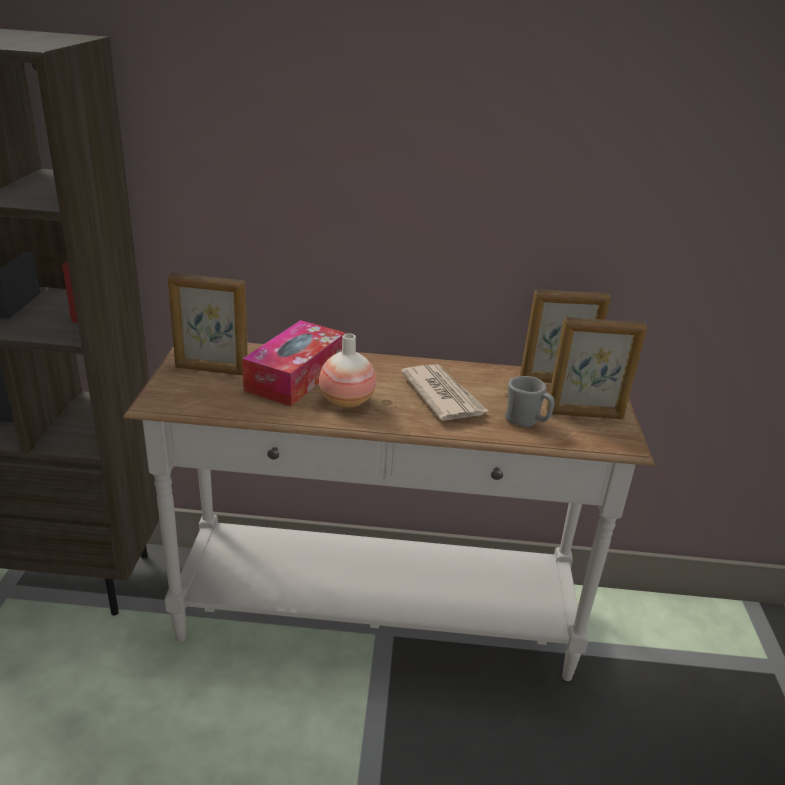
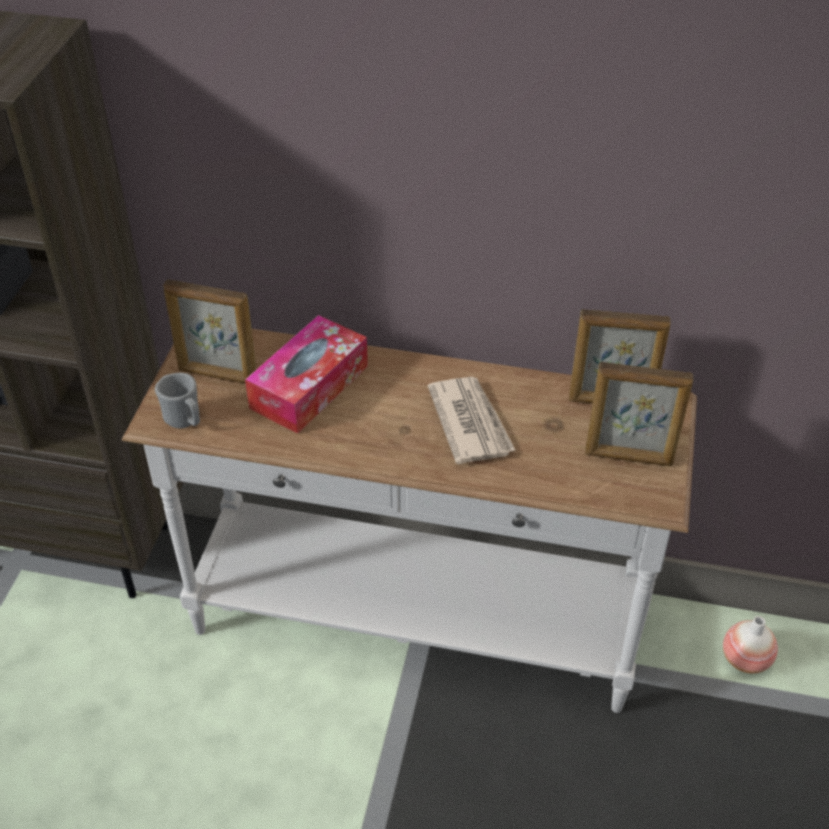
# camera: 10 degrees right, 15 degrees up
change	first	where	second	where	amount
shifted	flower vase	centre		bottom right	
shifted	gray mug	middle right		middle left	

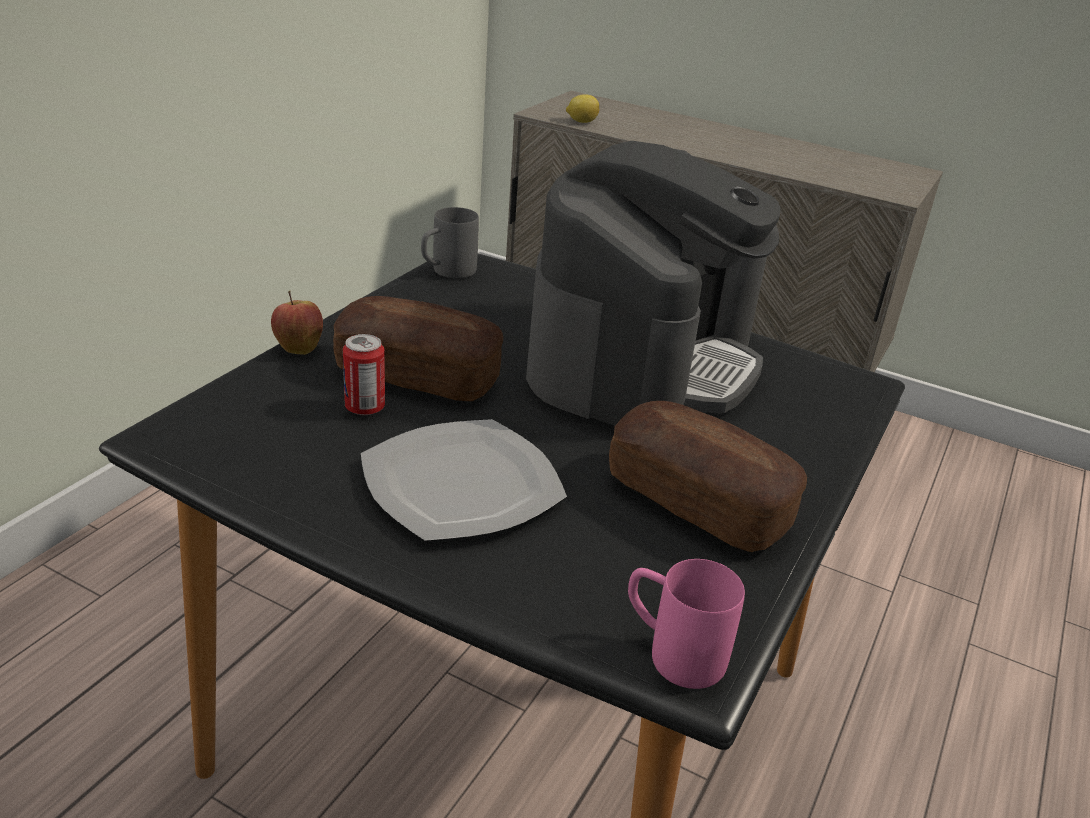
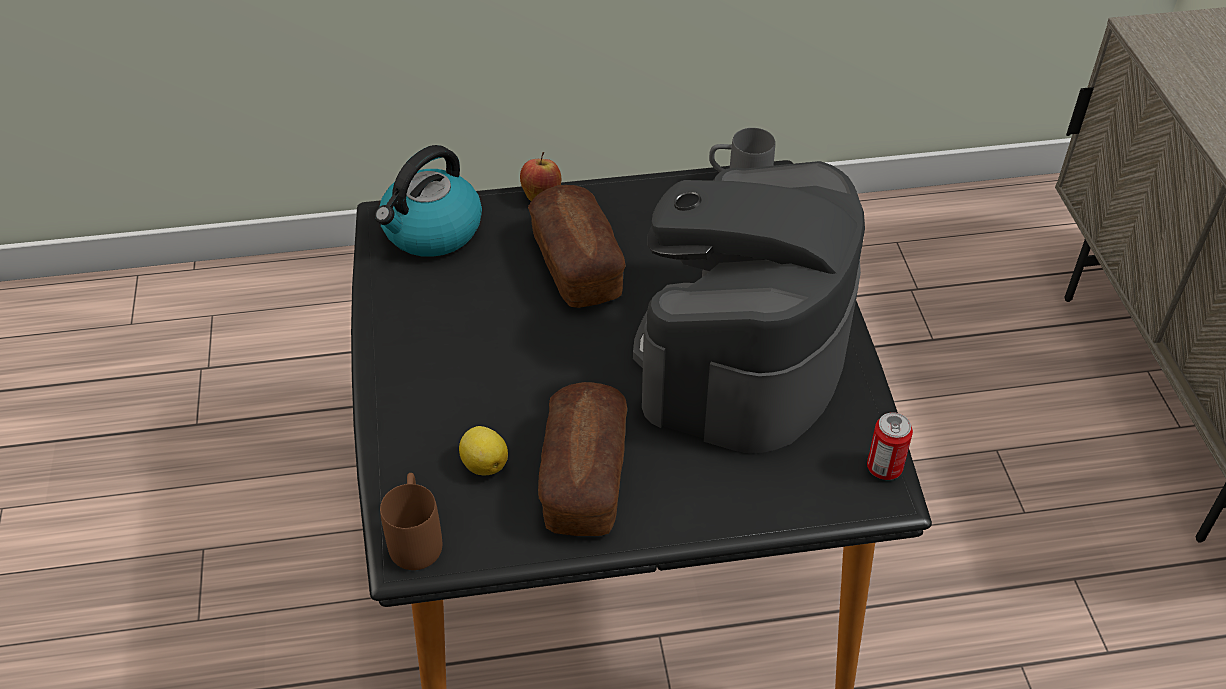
# camera: 55 degrees right, 15 degrees up
change	first	where	second	where	amount
shifted	sealed can	centre		middle right	
gone	dinner plate	centre			
rotated	coffee maker	centre		centre	120 degrees clockwise
shifted	whole lemon	top centre		centre	
repainted	pinkish mug	bottom centre	brown mug	bottom centre	
new			tea kettle	top centre	

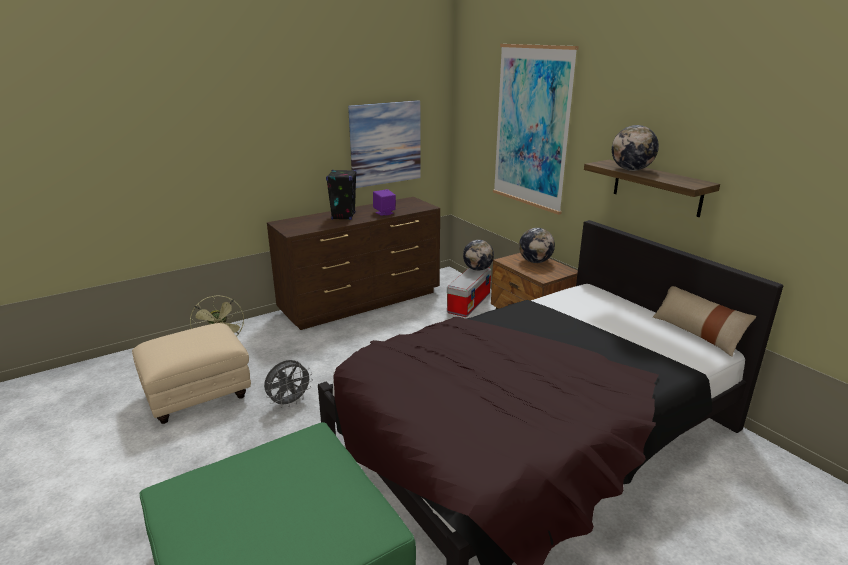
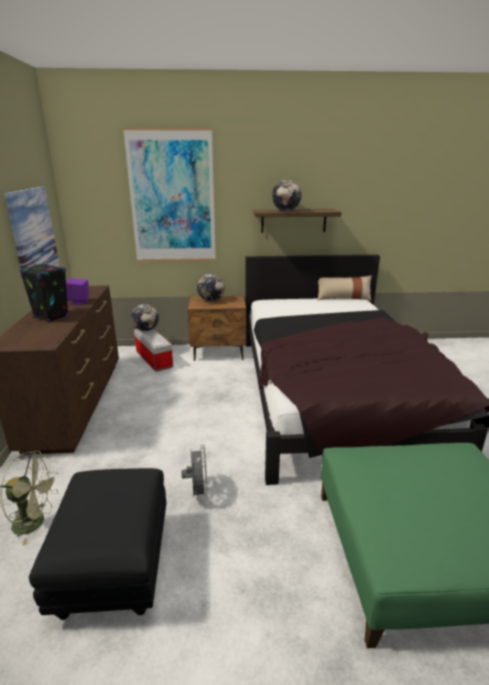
# camera: 60 degrees left, 0 degrees up
change	first	where	second	where	amount
repainted	sand-coloured footrest	middle left	black-coloured footrest	bottom left	

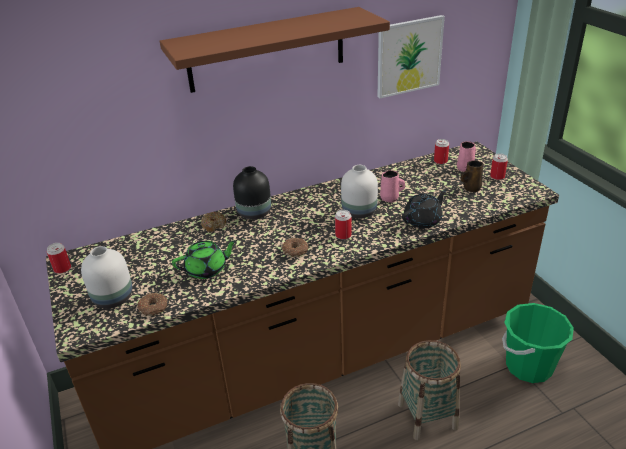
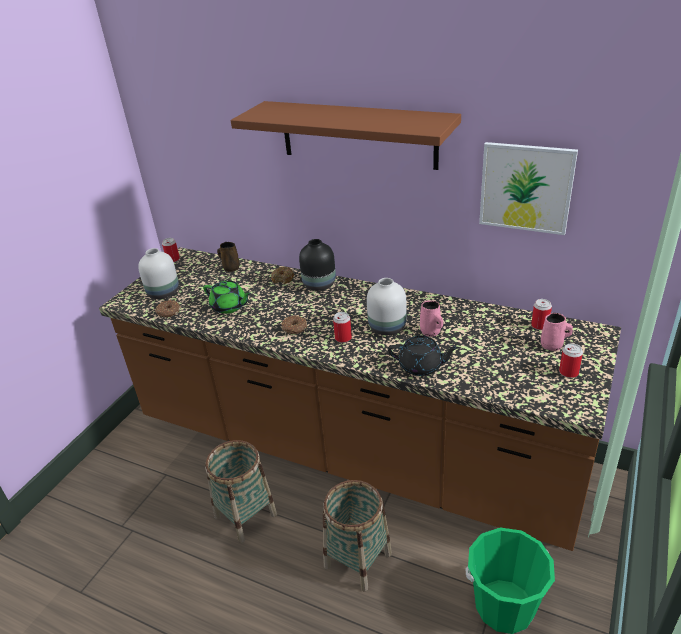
# camera: 50 degrees right, 0 degrees up
change	first	where	second	where	amount
shifted	brown mug	middle right		centre	

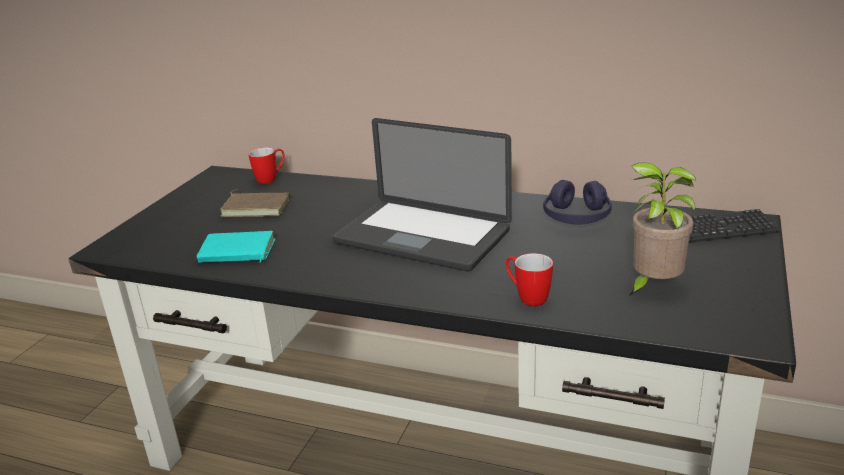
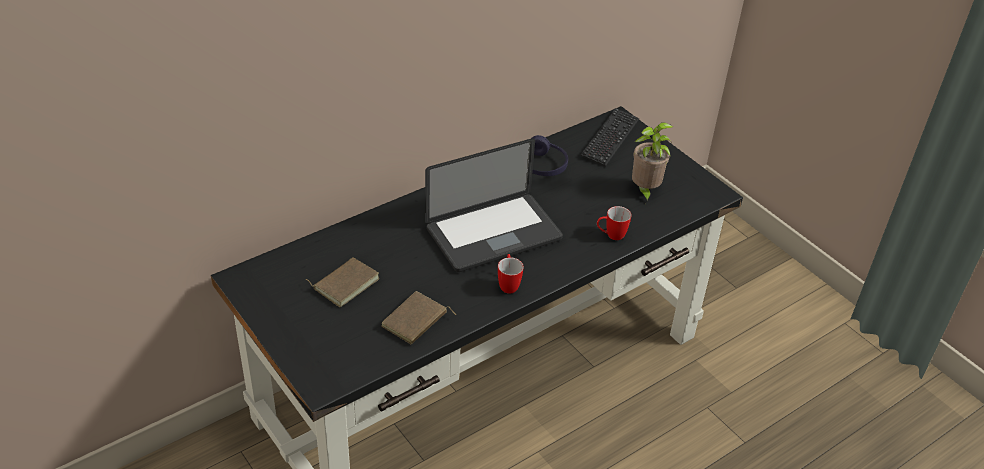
# camera: 60 degrees left, 15 degrees up
change	first	where	second	where	amount
repainted	blue-green bound book	middle left	brown bound book (no. 2 from left)	bottom centre	
shifted	mug (no. 1 from left)	middle left		centre	

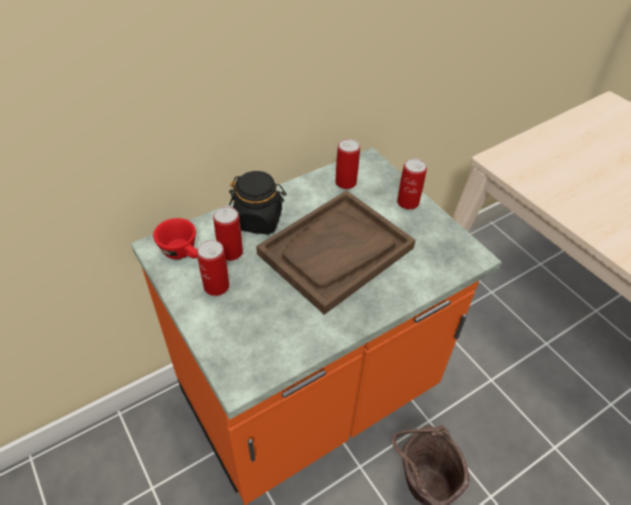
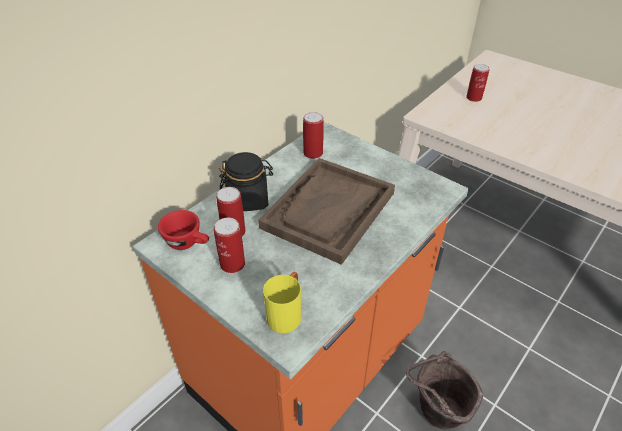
# camera: 15 degrees left, 5 degrees down
change	first	where	second	where	amount
shifted	sealed can (no. 4 from left)	centre		top right	
new			yellow mug	bottom centre	

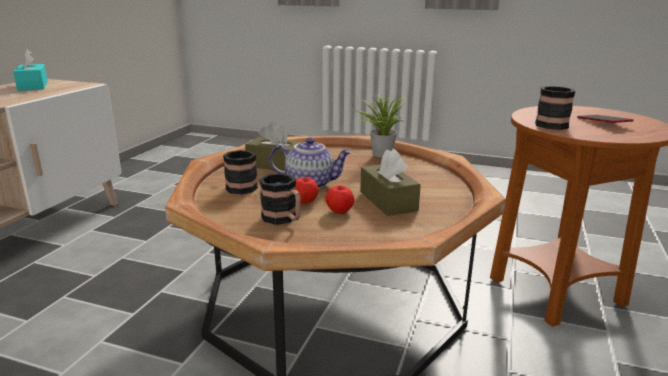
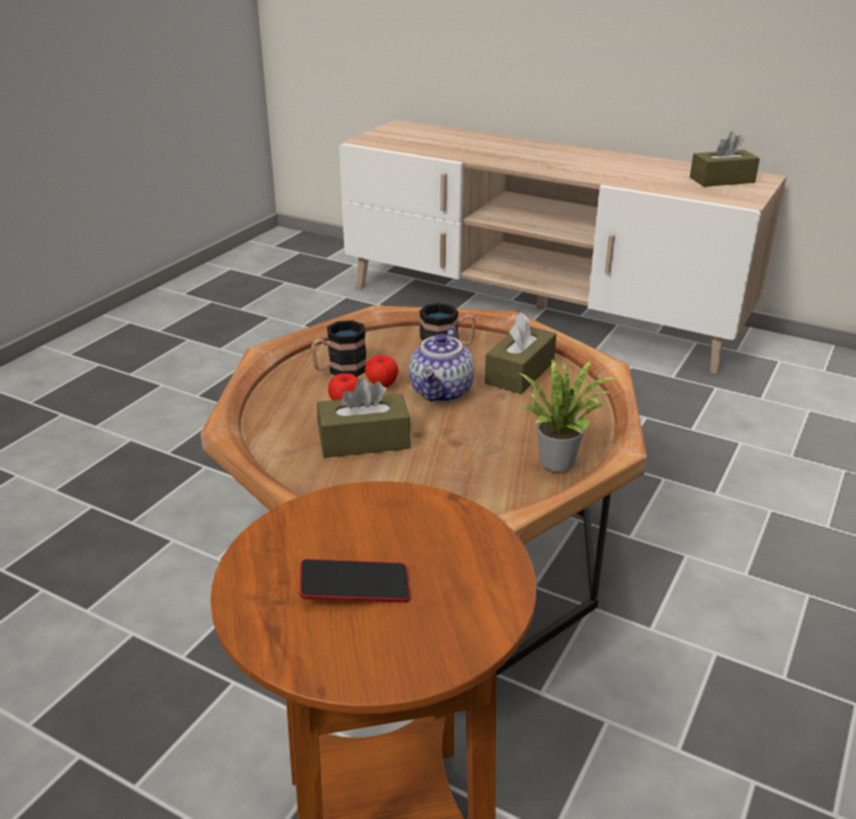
# camera: 100 degrees right, 10 degrees up
change	first	where	second	where	amount
repainted	blue-green tissue box	top left	brown tissue box (no. 3 from left)	top right	
gone	mug (no. 3 from left)	top right			

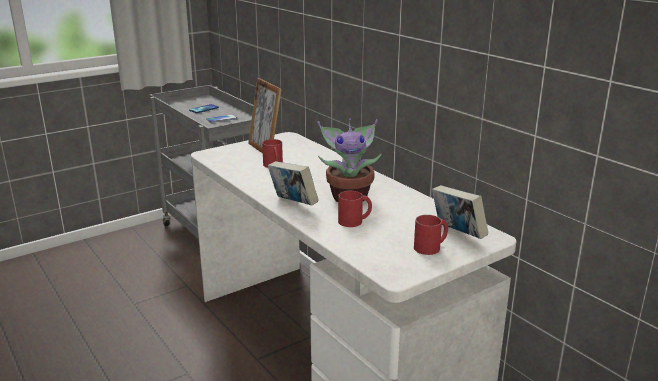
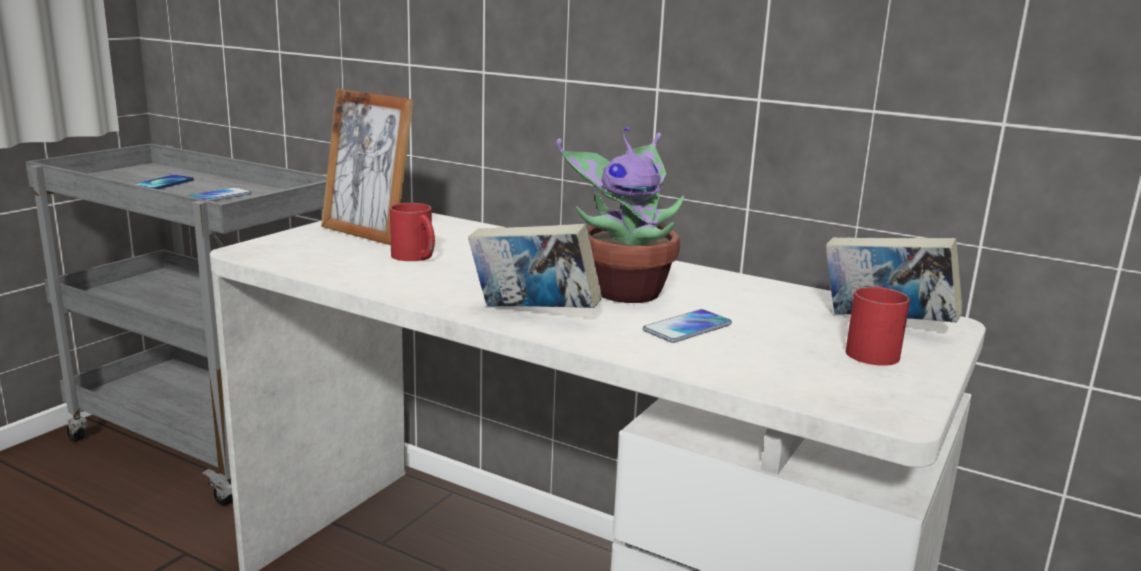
# camera: 25 degrees left, 5 degrees down
change	first	where	second	where	amount
swapped	red mug (no. 2 from left)	centre	handset (no. 3 from left)	centre	

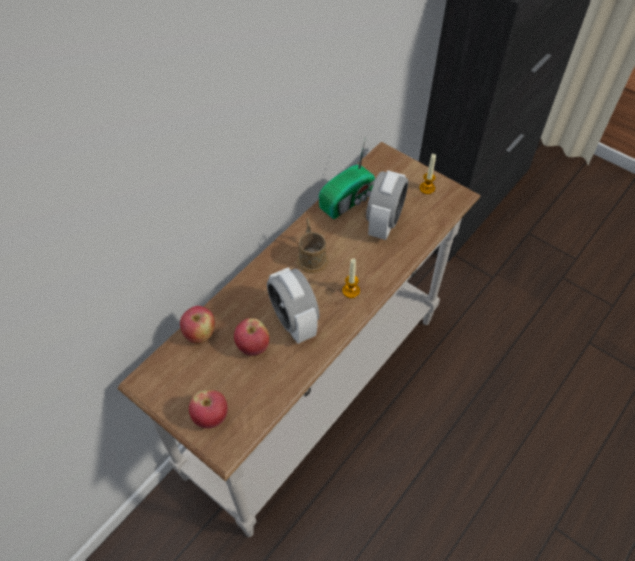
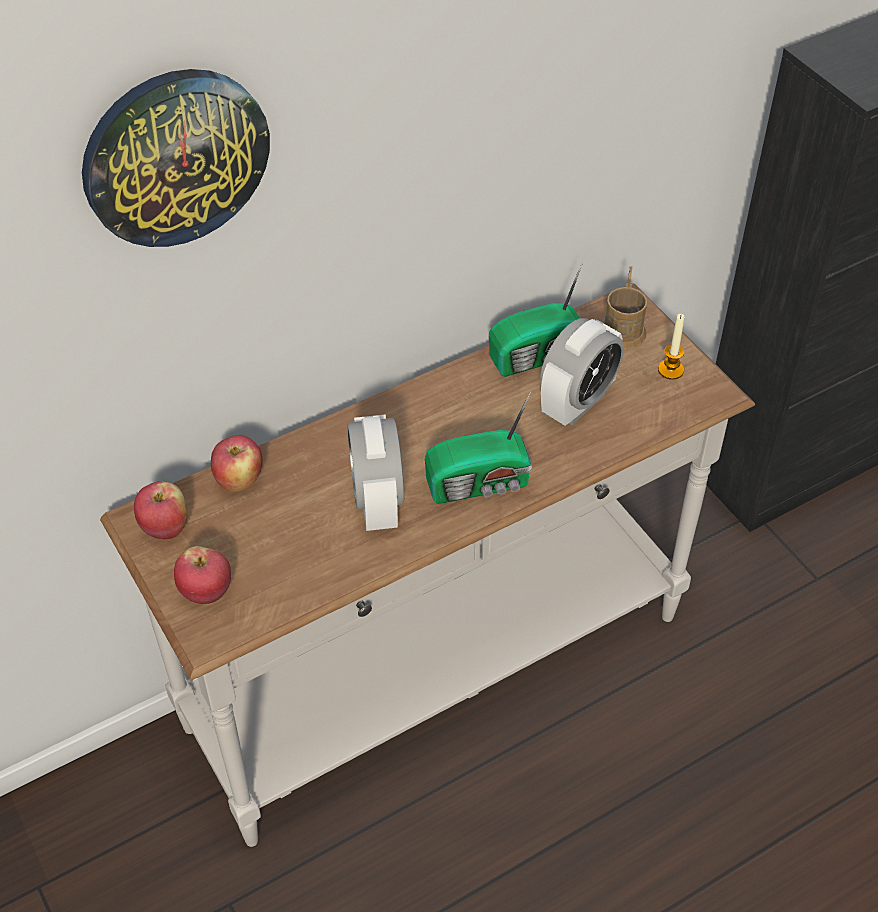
# camera: 20 degrees right, 5 degrees down
change	first	where	second	where	amount
shifted	apple fruit (no. 3 from left in the first image)	centre	apple fruit (no. 1 from left)	middle left	
shifted	brown mug	centre		middle right	
swapped	candle (no. 1 from left)	centre	radio (no. 1 from left)	centre	
new			wall clock	top left	

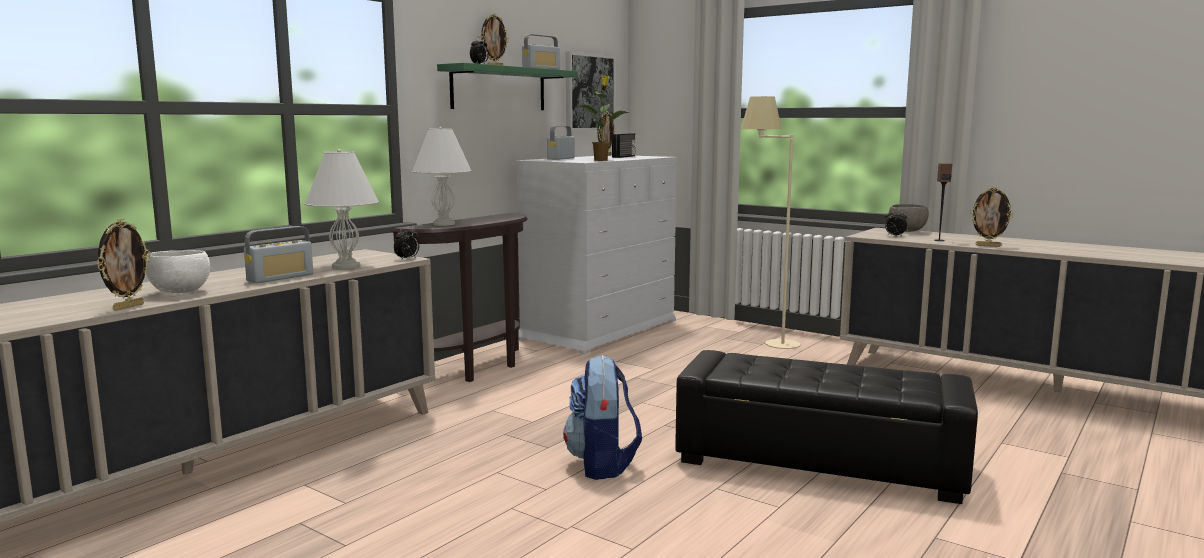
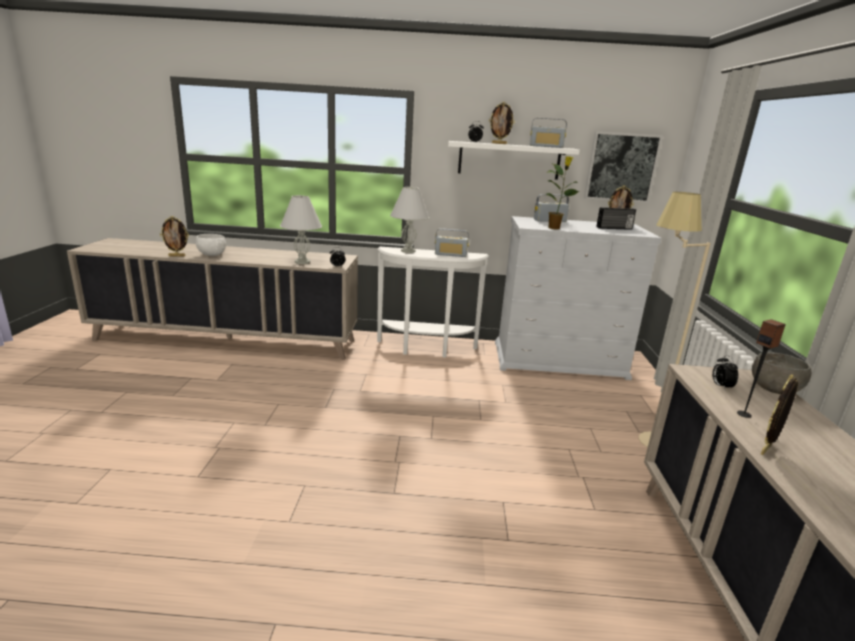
# camera: 55 degrees right, 10 degrees up
change	first	where	second	where	amount
shifted	radio (no. 1 from left)	middle left		centre	
repainted	brown narrow table	centre	white narrow table	centre	
repainted	greenish shelf	top centre	white shelf	top centre	
gone	backpack	bottom centre			
gone	black-coloured footrest	bottom right			
rotated	picture frame (no. 4 from left)	middle right		middle right	60 degrees clockwise

